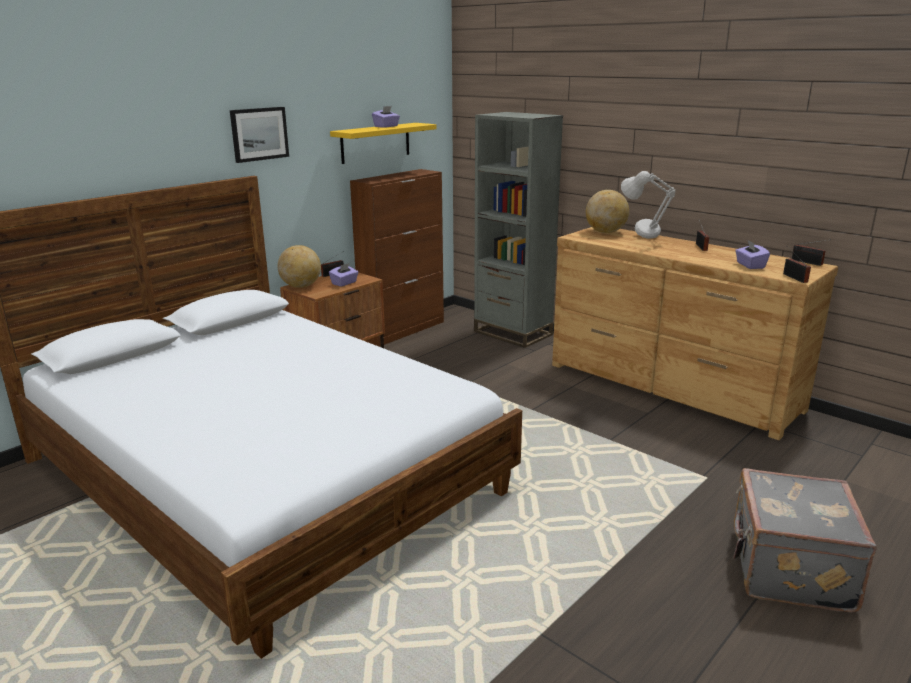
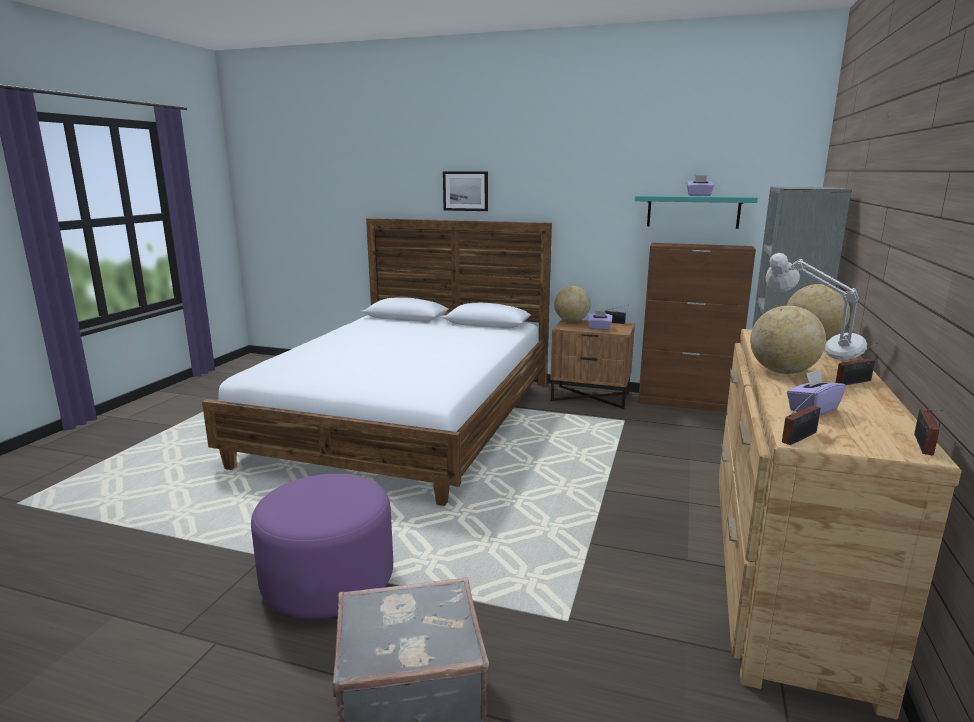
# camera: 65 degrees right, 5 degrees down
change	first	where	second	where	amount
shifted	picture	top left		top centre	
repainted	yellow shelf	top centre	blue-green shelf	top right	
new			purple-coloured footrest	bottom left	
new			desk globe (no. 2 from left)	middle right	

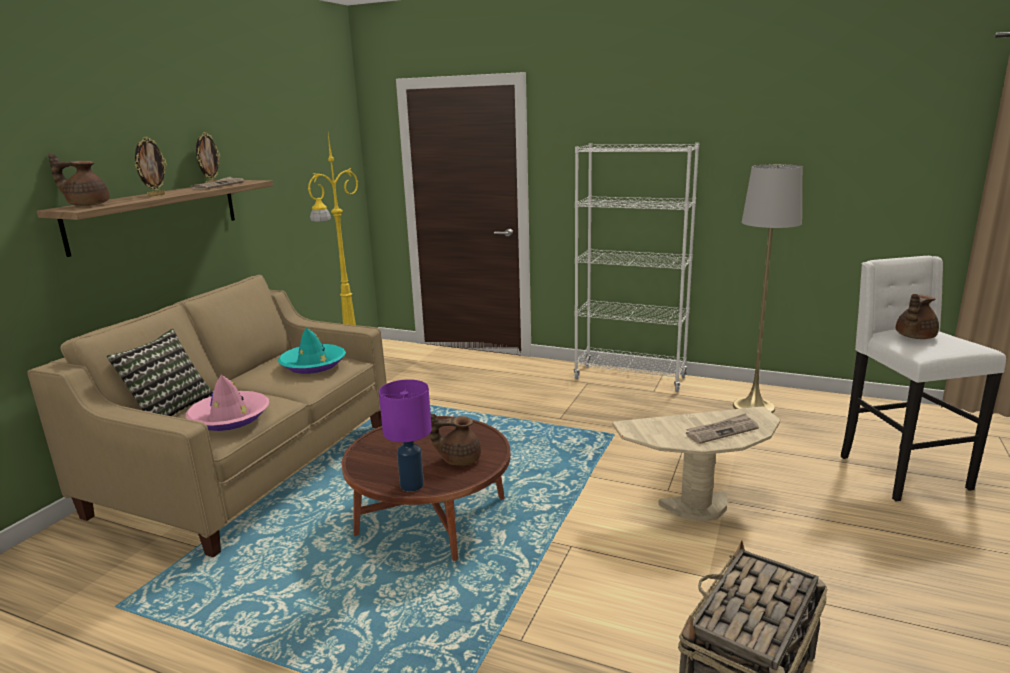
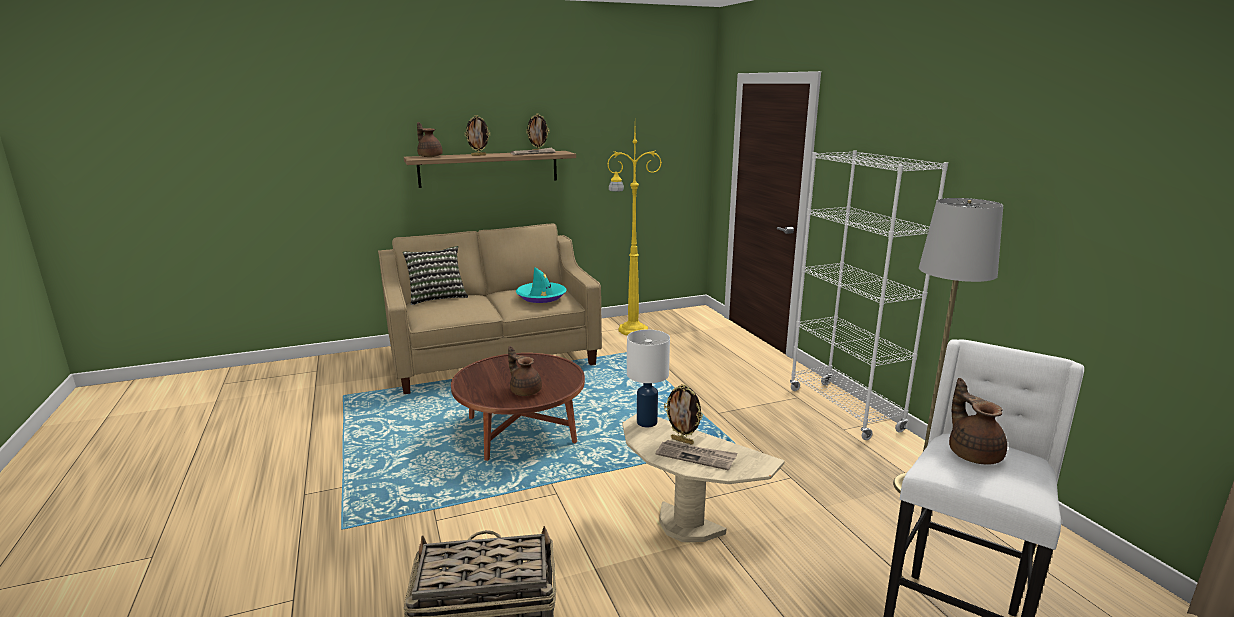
# camera: 45 degrees right, 0 degrees up
change	first	where	second	where	amount
gone	pinkish hat	middle left			
gone	purple-coloured tabletop lamp	centre			
rotated	brown tea pot (no. 3 from left)	middle right		bottom right	75 degrees clockwise
new			white tabletop lamp	centre	
new			picture frame (no. 3 from left)	bottom centre	

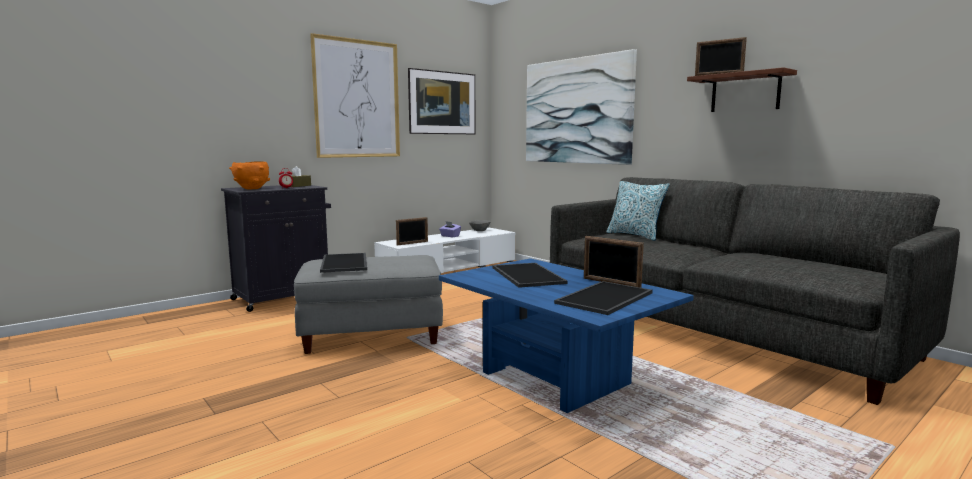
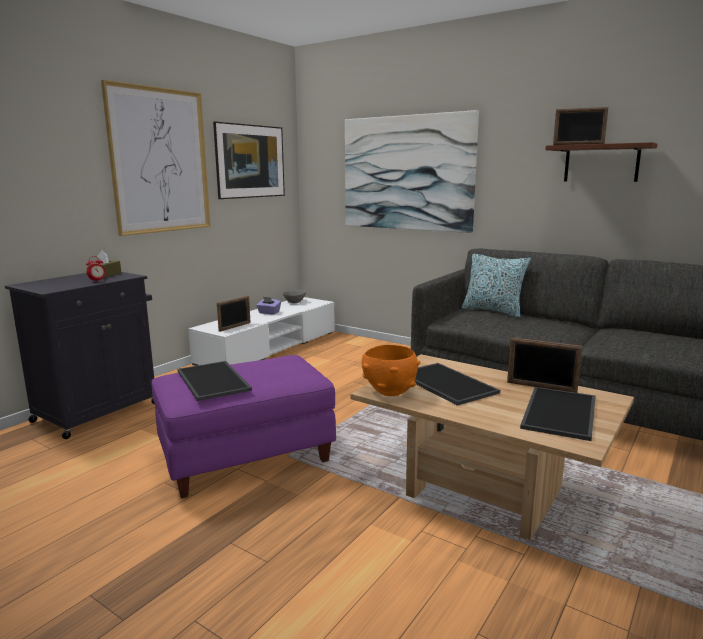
# camera: 15 degrees left, 5 degrees up
change	first	where	second	where	amount
shifted	orange-coloured bowl	middle left		centre	
repainted	gray footrest	centre	purple-coloured footrest	bottom centre	
repainted	blue coffee table	bottom centre	sand-coloured coffee table	bottom right	

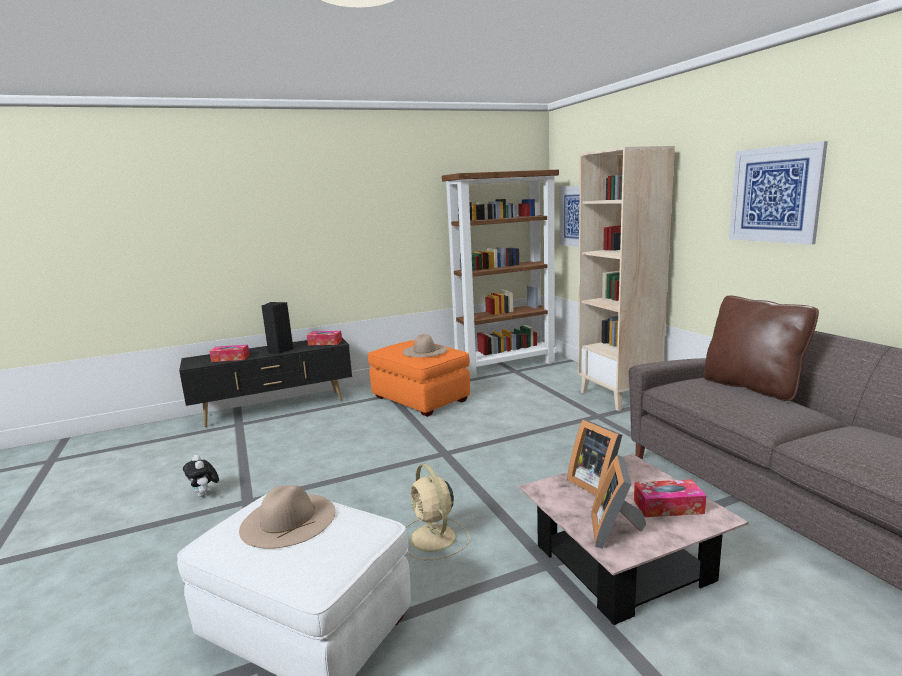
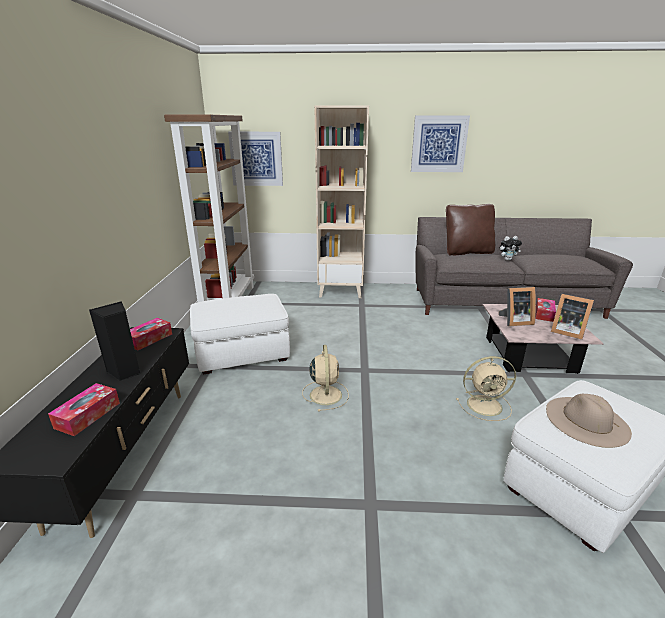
# camera: 65 degrees left, 10 degrees up
change	first	where	second	where	amount
shifted	cuddly toy	bottom left		middle right	
repainted	orange-coloured footrest	centre	white footrest (no. 1 from left)	centre	
gone	sand-coloured hat (no. 2 from left)	centre			
new			sand-coloured cooling fan (no. 1 from left)	centre	

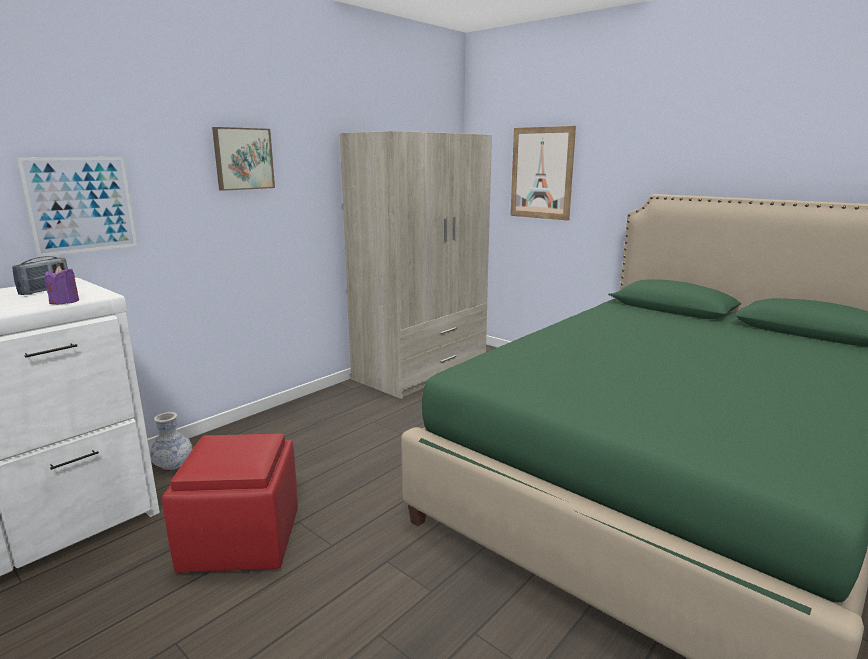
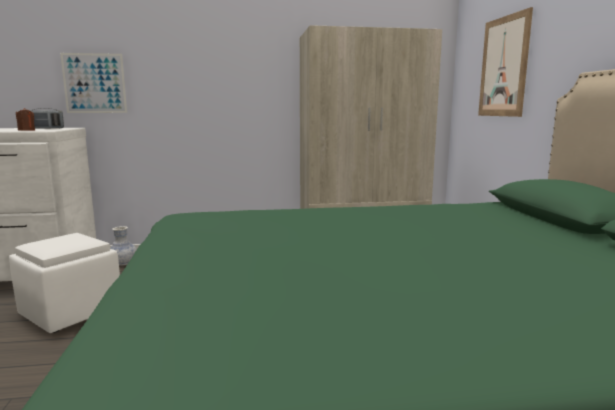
# camera: 40 degrees right, 5 degrees down
change	first	where	second	where	amount
repainted	purple-coloured candle	middle left	brown candle	top left	
repainted	red footrest	bottom left	white footrest	bottom left	
gone	picture (no. 2 from left)	top left			

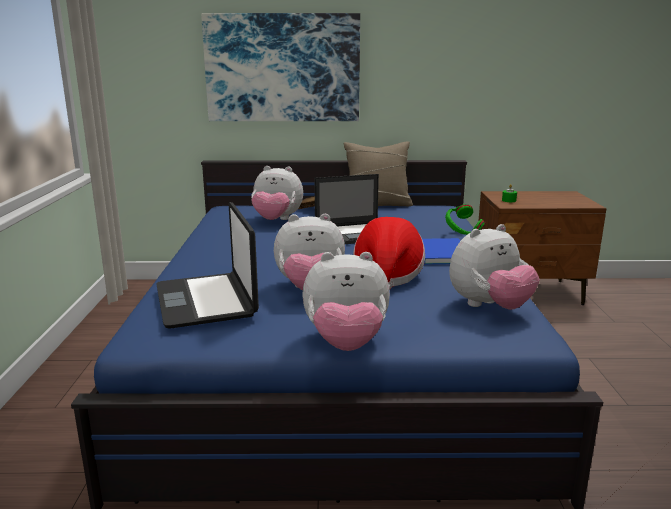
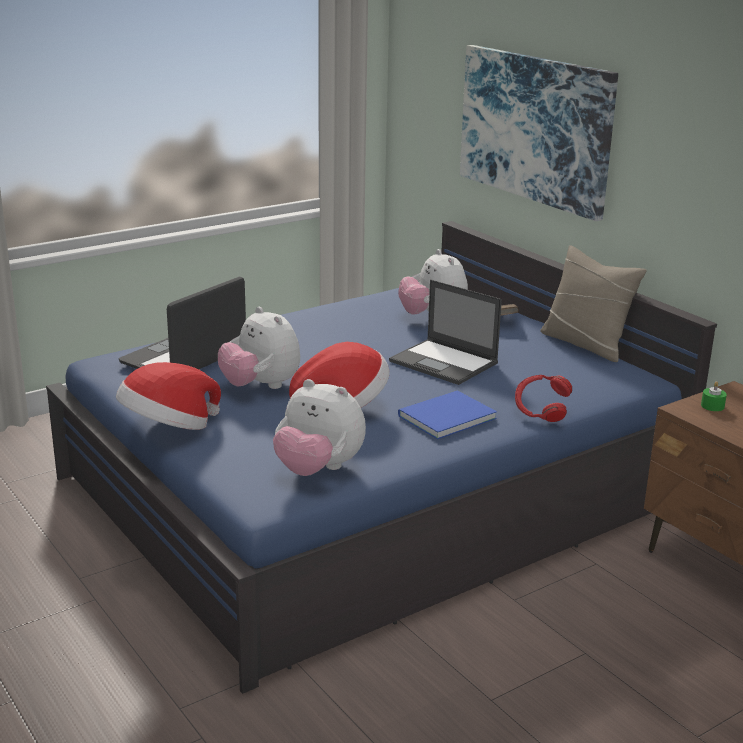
# camera: 55 degrees right, 5 degrees up
change	first	where	second	where	amount
swapped	cuddly toy (no. 3 from left)	centre	hat (no. 1 from left)	middle left	
repainted	greenish pair of headphones	middle right	red pair of headphones	middle right	

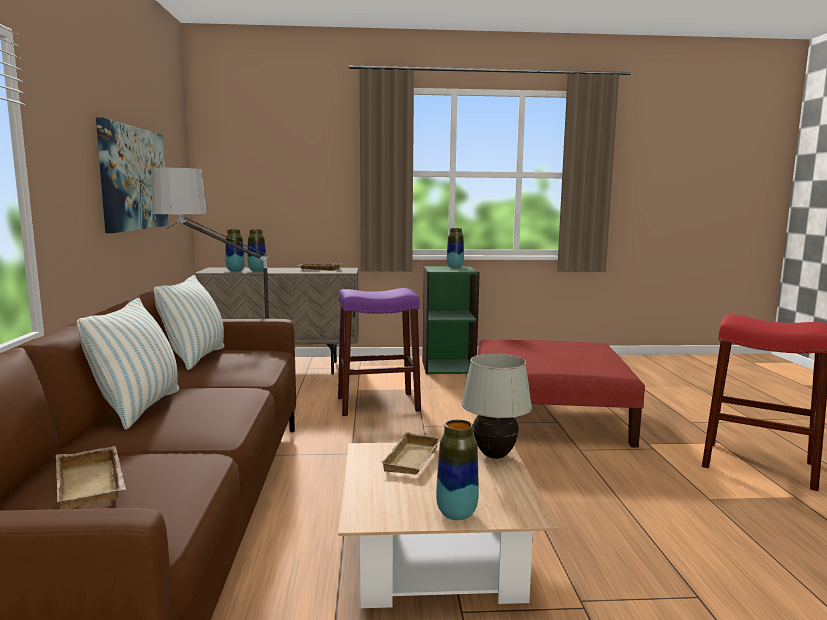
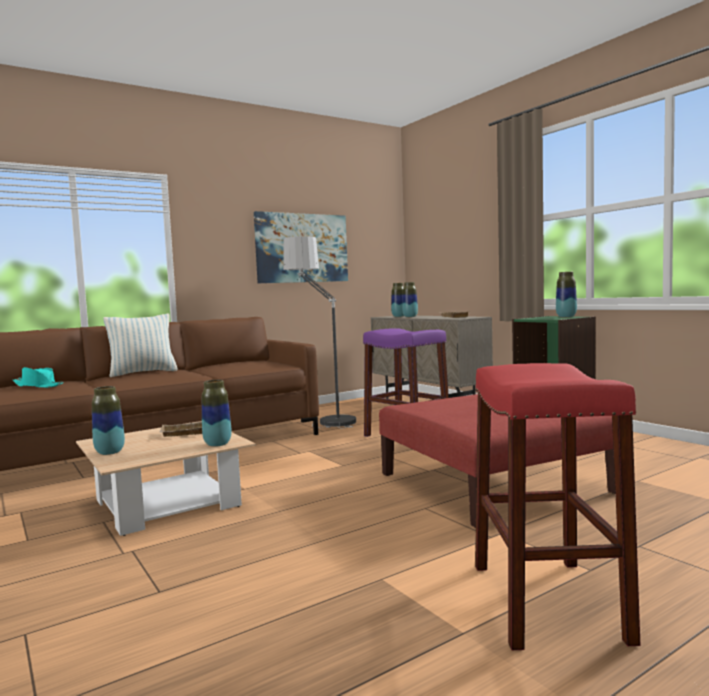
# camera: 60 degrees right, 5 degrees down
change	first	where	second	where	amount
swapped	sand-coloured carrying tray (no. 1 from left)	bottom left	blue-green hat	middle left	
gone	pillow (no. 2 from left)	middle left			
swapped	white tabletop lamp	centre	flower vase (no. 2 from left)	middle left	

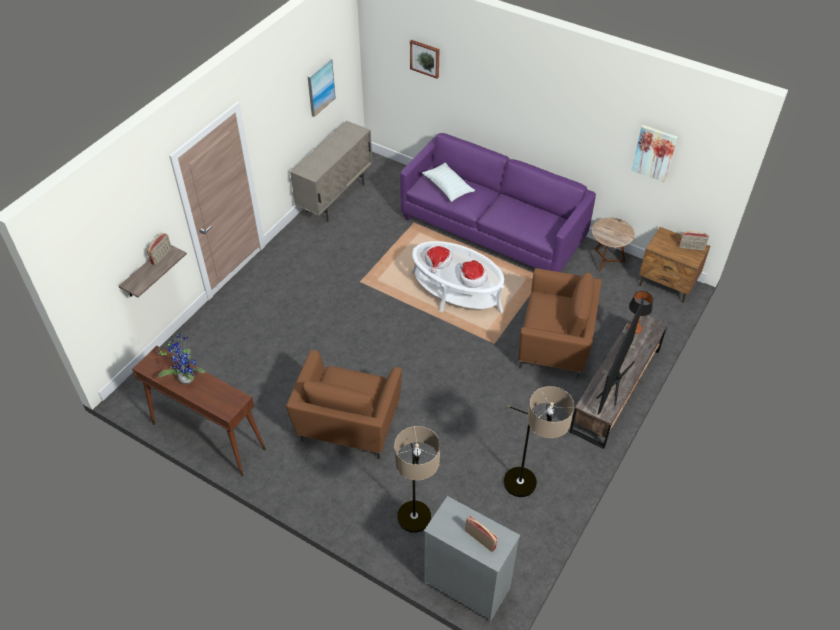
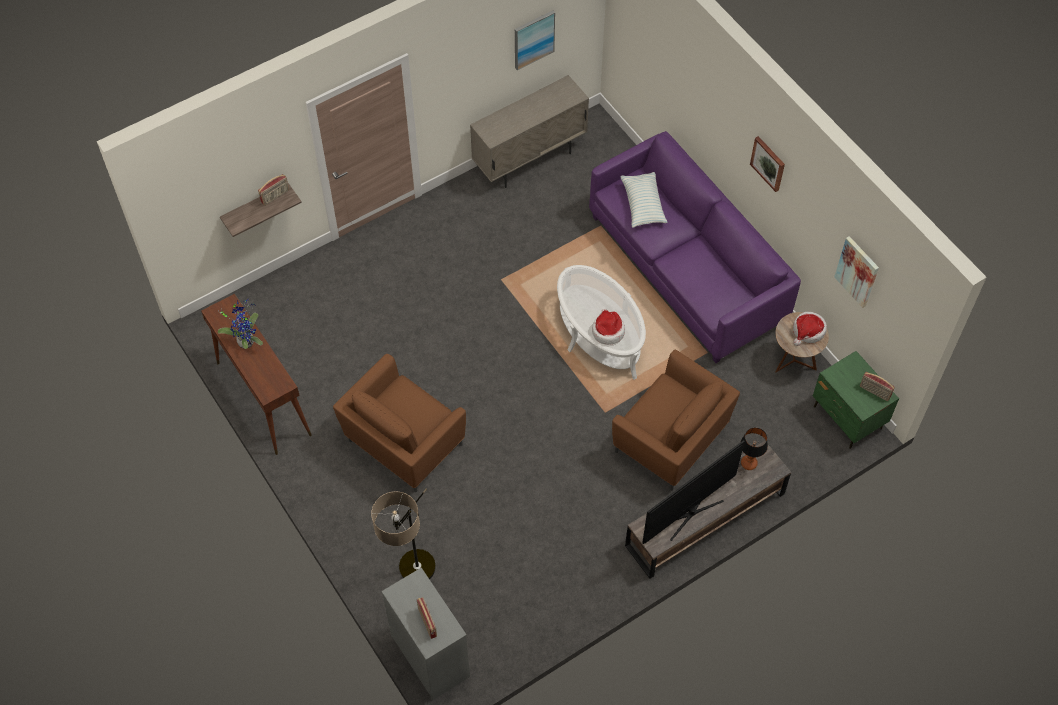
# camera: 25 degrees right, 10 degrees up
change	first	where	second	where	amount
shifted	picture (no. 2 from left)	top centre		top right	
shifted	hat (no. 1 from left in the first image)	centre	hat (no. 2 from left)	middle right	
gone	floor lamp (no. 2 from left)	bottom centre			
repainted	brown bedside table	middle right	greenish bedside table	middle right	

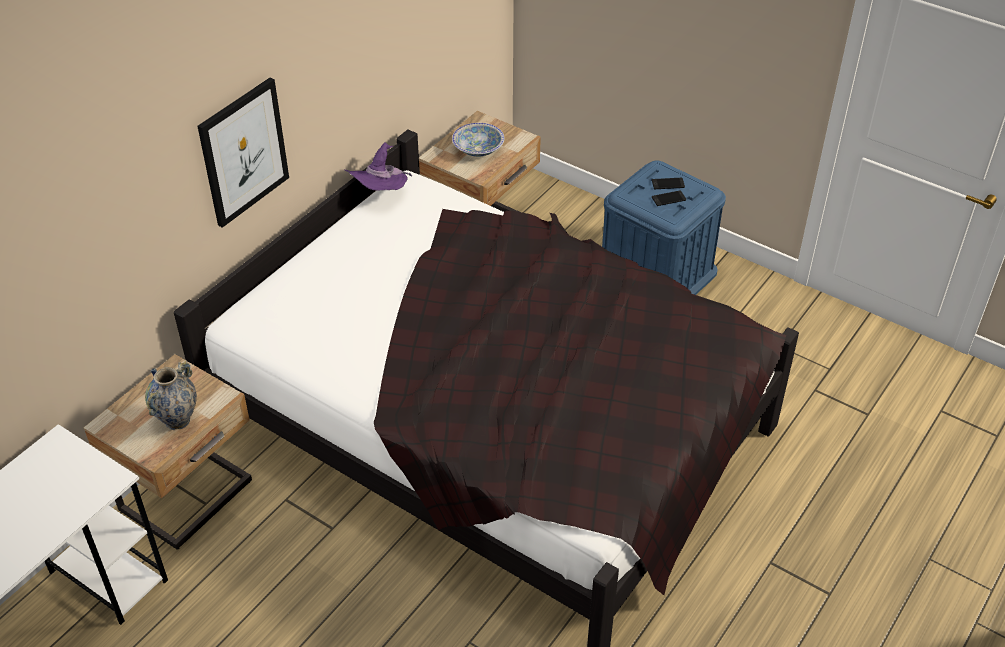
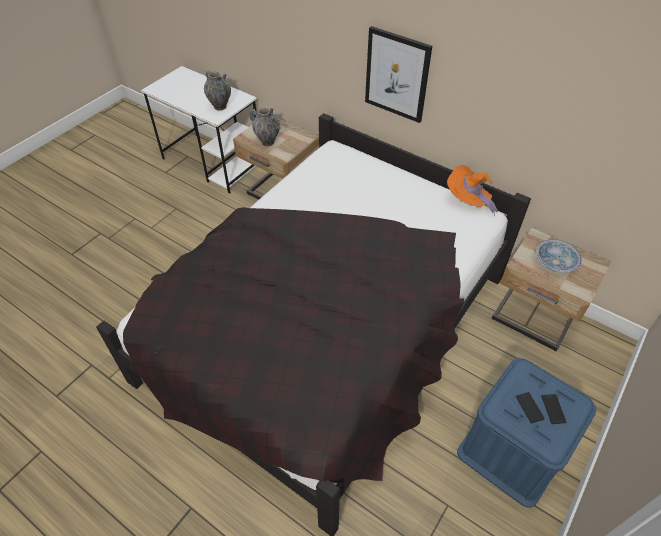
# camera: 90 degrees right, 5 degrees up
change	first	where	second	where	amount
repainted	purple-coloured hat	top centre	orange-coloured hat	middle right	
new			flower vase (no. 1 from left)	top left	

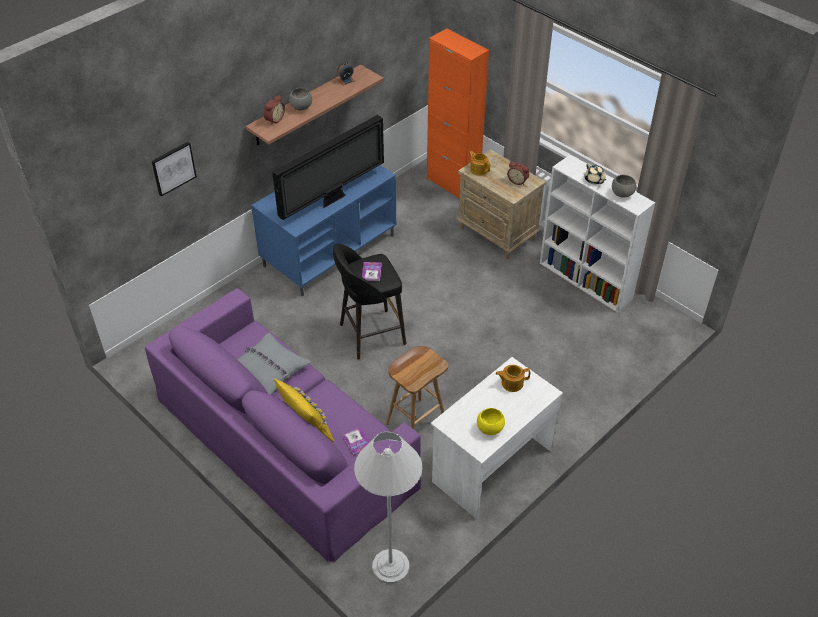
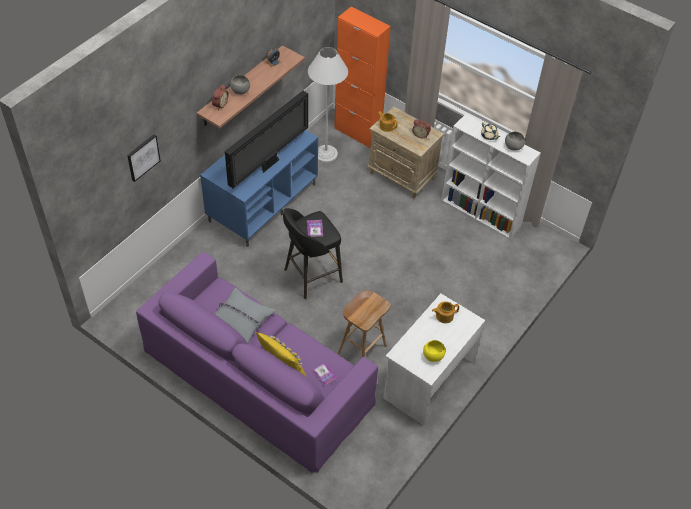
# camera: 10 degrees left, 5 degrees up
change	first	where	second	where	amount
shifted	white floor lamp	bottom centre		top centre	

